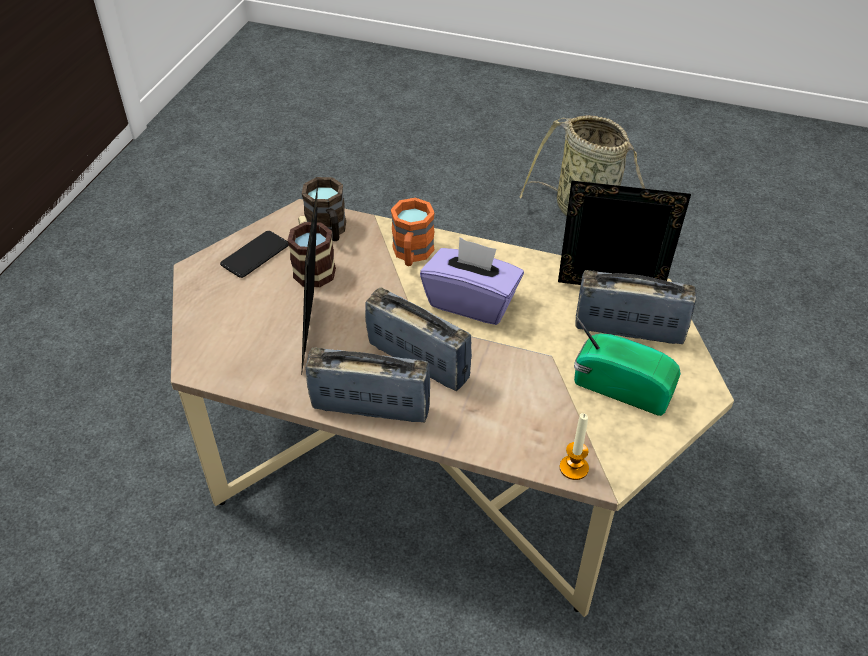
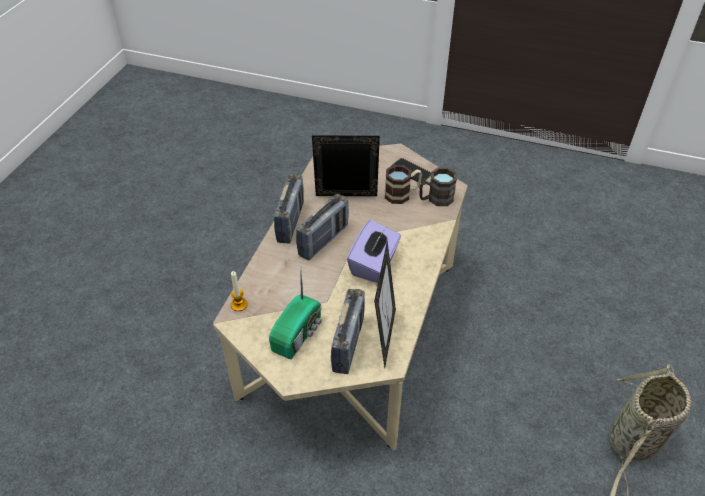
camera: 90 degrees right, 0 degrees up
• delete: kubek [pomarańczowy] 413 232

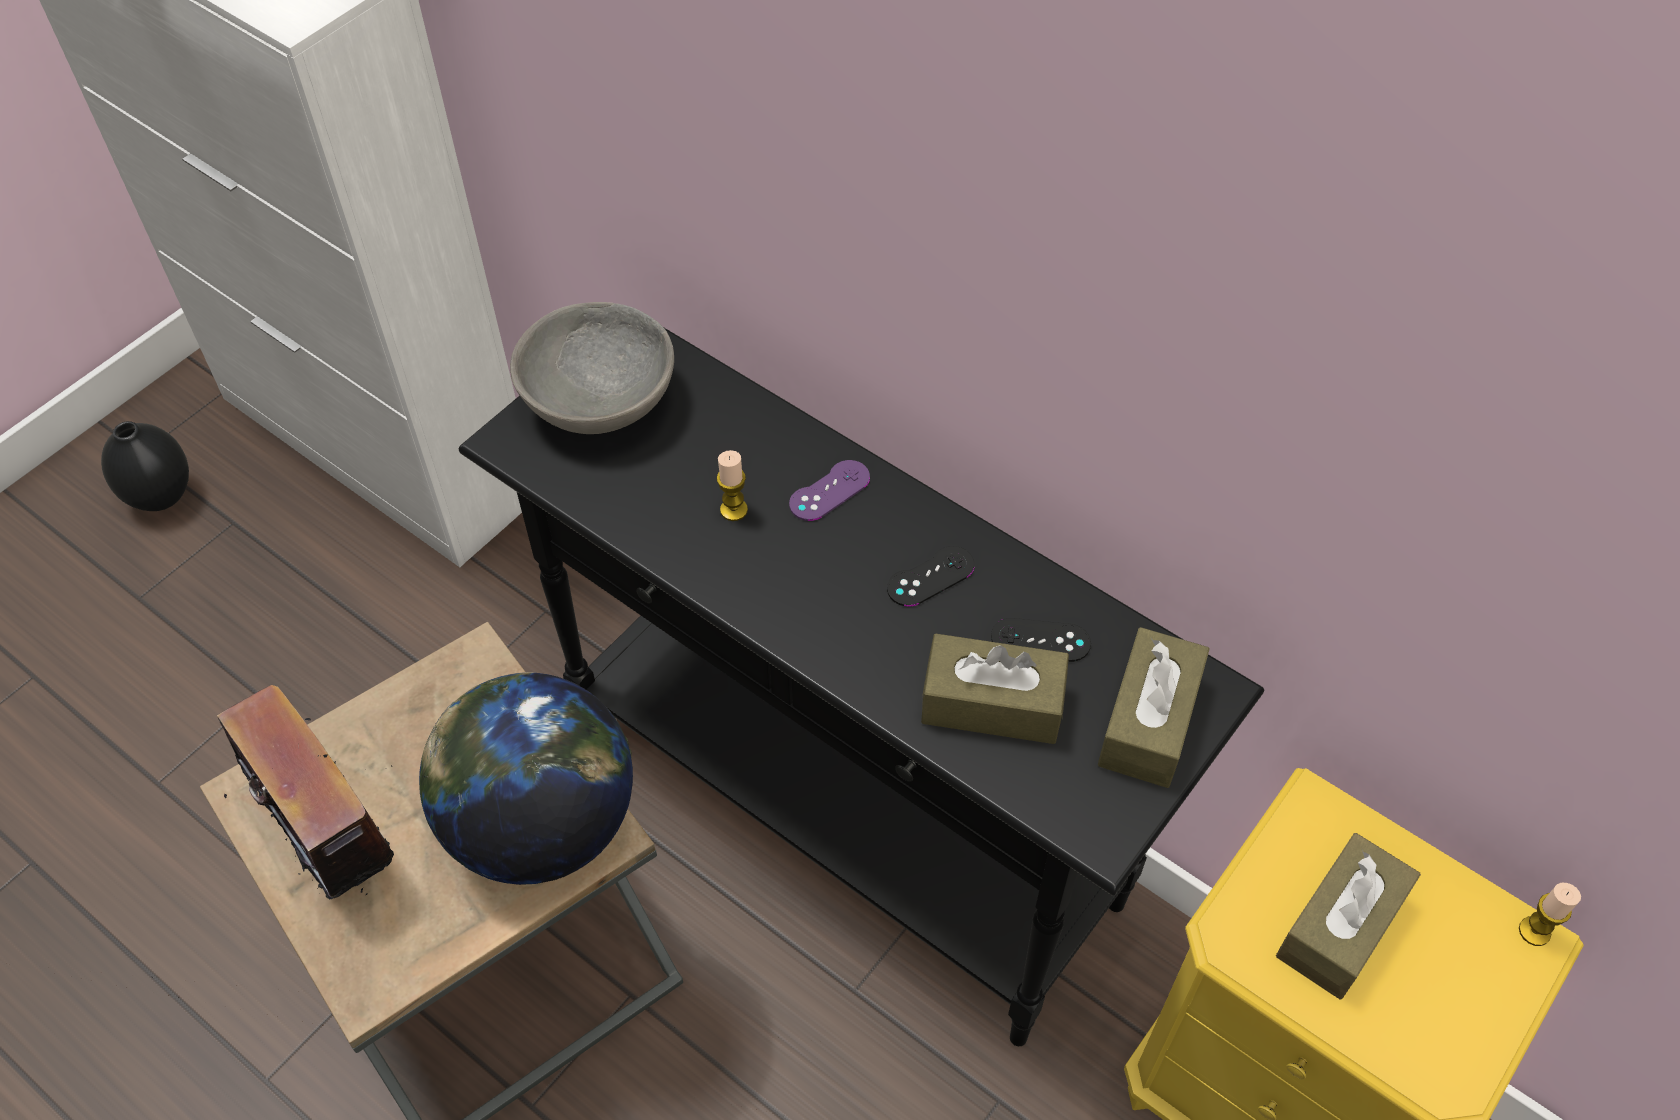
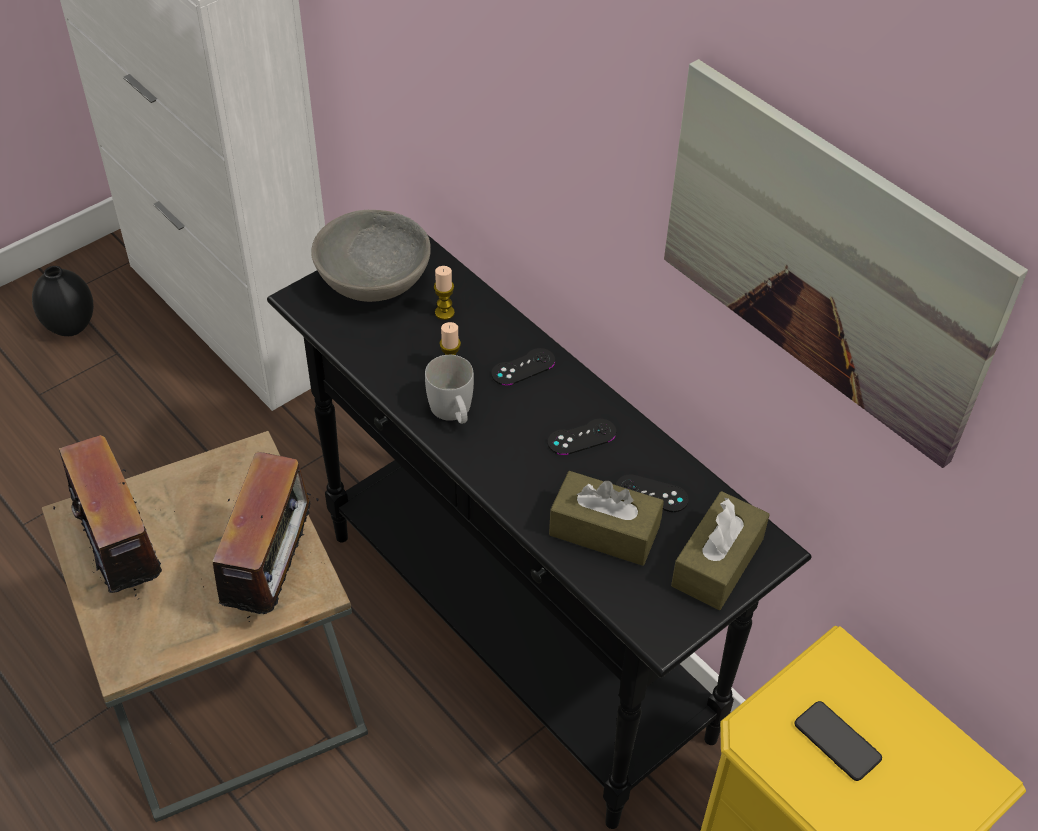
camera: 10 degrees right, 5 degrees down
• recolor: pad do gier [fioletowy] 829 490 to pad do gier [czarny] 523 367
• replace: globus 526 778 to radio 261 537
• replace: pudełko chusteczek [brązowy] 1348 916 to telefon 838 741
• move: świeca 1550 914 to 444 293
• insert: obraz 846 263
• insert: kubek [biały] 449 389

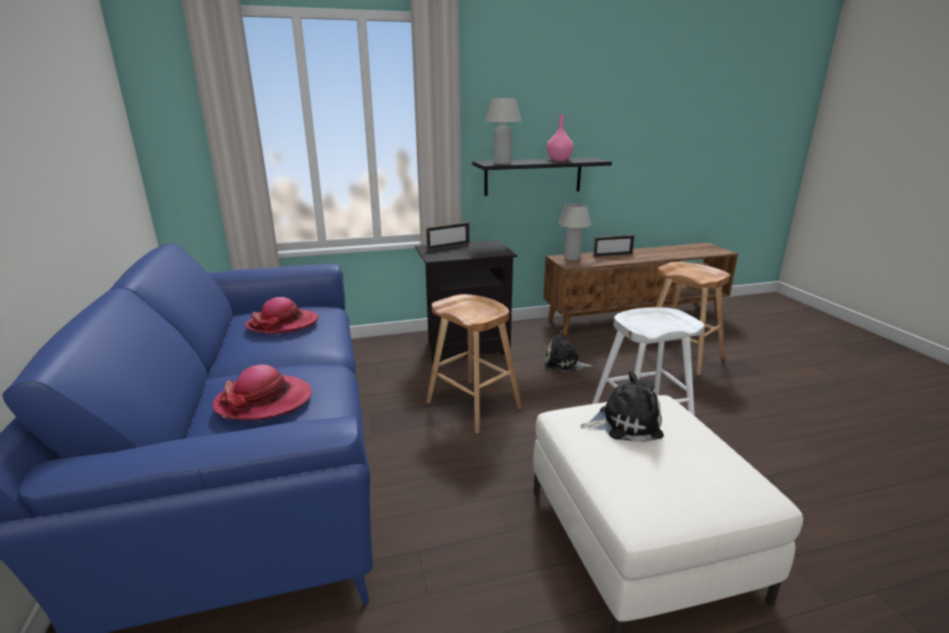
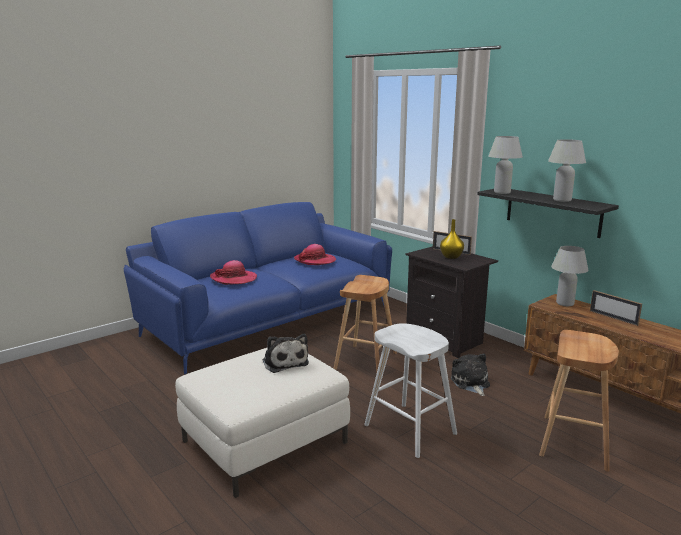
camera: 65 degrees right, 5 degrees down
• replace: wazon [różowy] 560 137 to lampa stołowa [biały] 567 170
• insert: wazon [żółty] 452 239

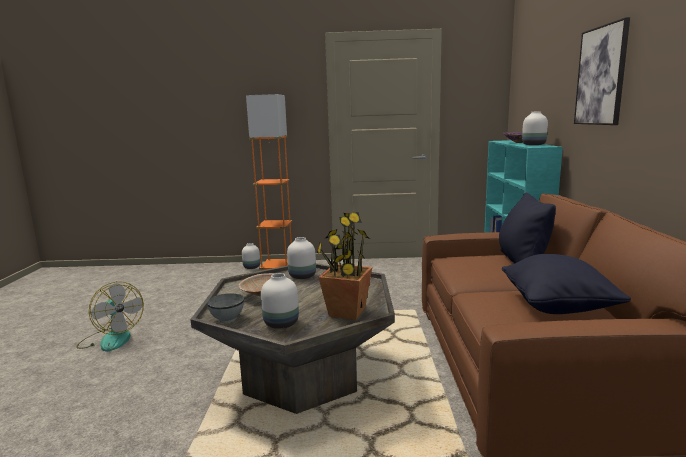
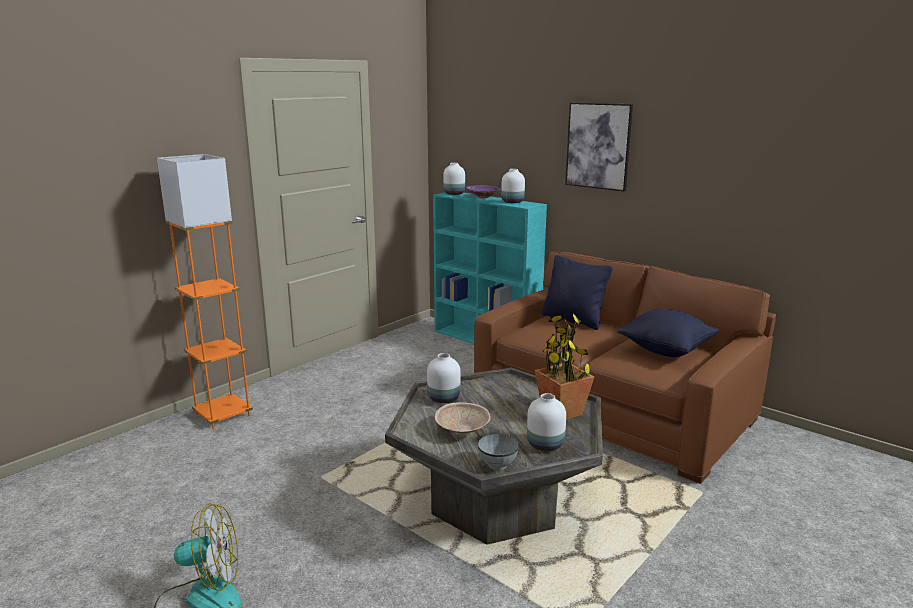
camera: 50 degrees left, 5 degrees up
• move: wazon [biały] 251 256 to 454 179

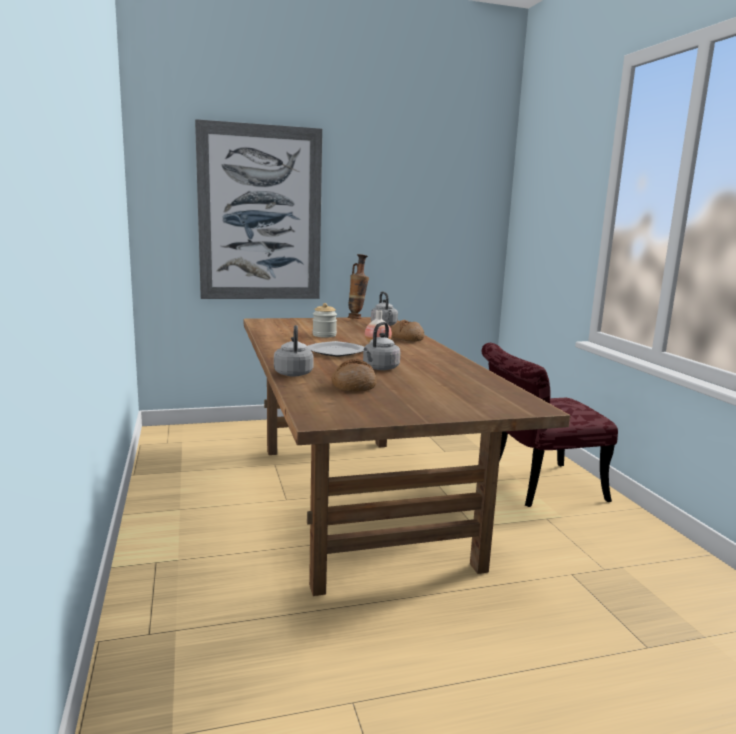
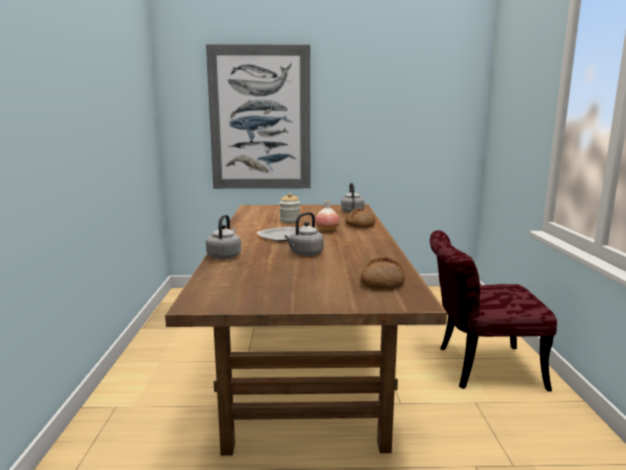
camera: 15 degrees right, 0 degrees up
• delete: wazon 358 286
• move: chleb 354 375 to 382 273

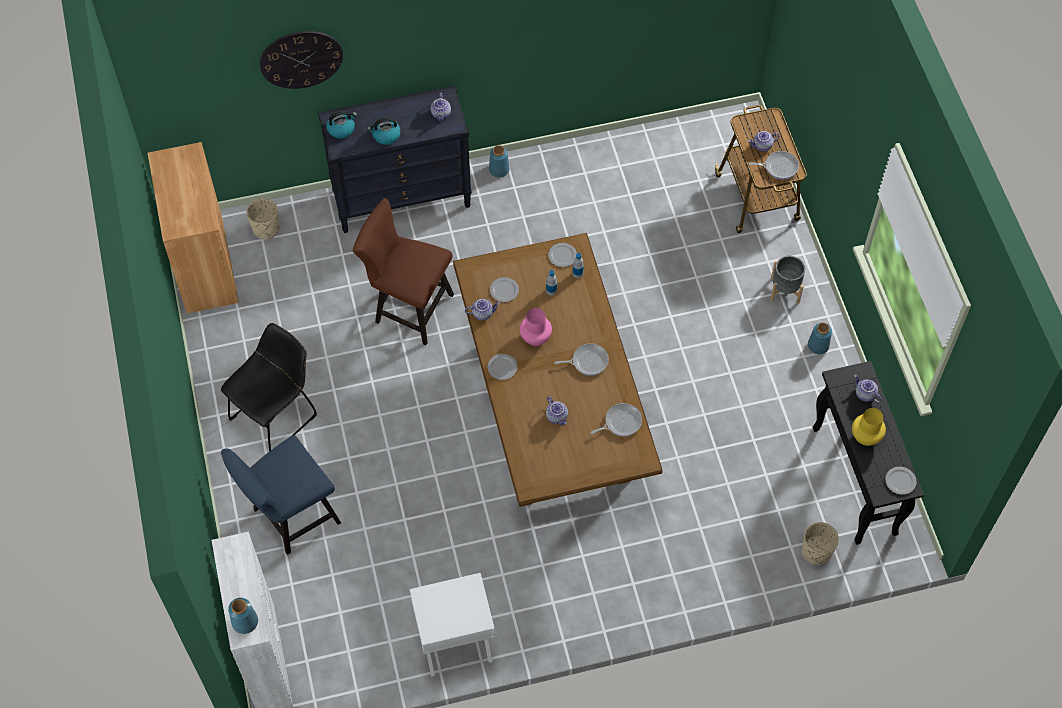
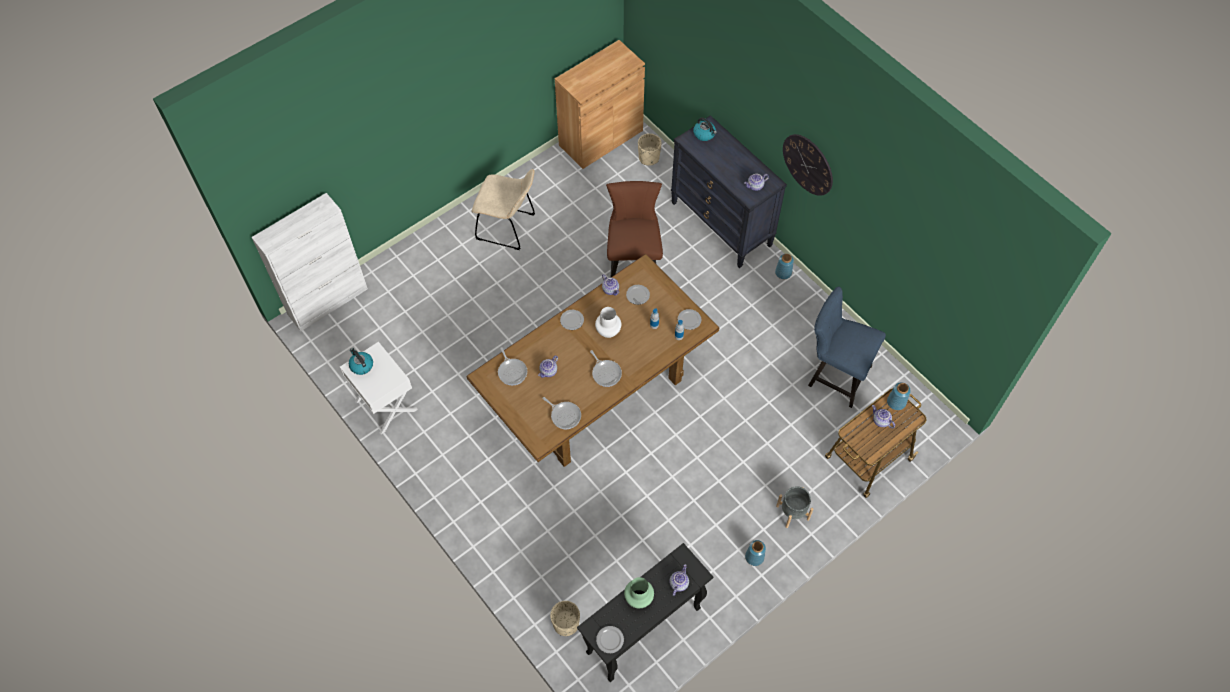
camera: 65 degrees right, 0 degrees up
• move: zegar ścienny 301 60 to 808 165
• move: czajnik 383 131 to 361 361
• move: patelnia 773 165 to 512 366
• recolor: wazon [różowy] 536 327 to wazon [biały] 608 322
• recolor: krzesło [czarny] 269 387 to krzesło [beżowy] 503 209
• recolor: wazon [żółty] 869 427 to wazon [zielony] 639 592
• move: krzesło [niebieski] 281 495 to 847 347
• move: wazon [niebieski] 243 616 to 899 396

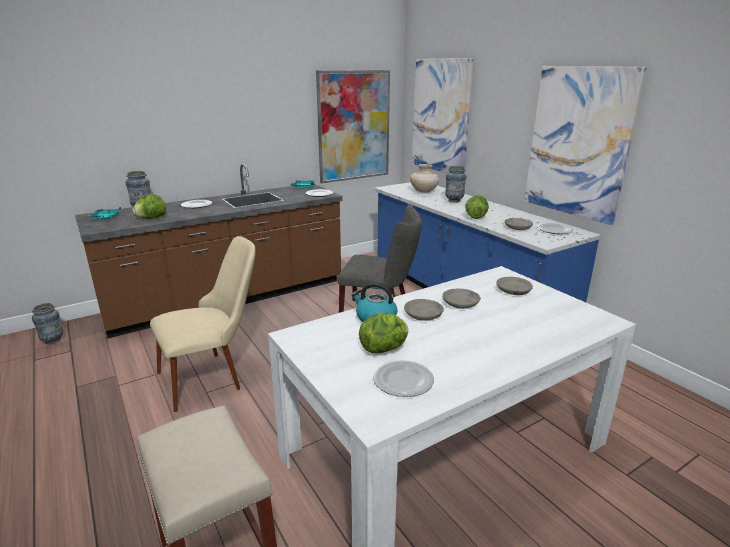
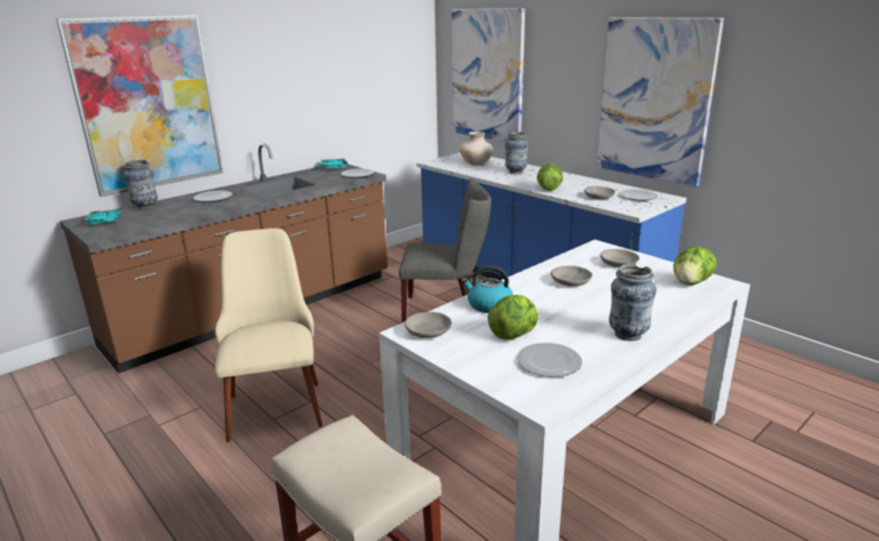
camera: 10 degrees left, 0 degrees up
• move: obraz 353 126 to 139 106
• move: sałata 149 206 to 695 265
• rotate: krzesło [beżowy] 203 324 = 269 335 60 degrees counterclockwise
• move: miska [szary] 424 310 to 428 325
• move: wazon 47 323 to 632 302

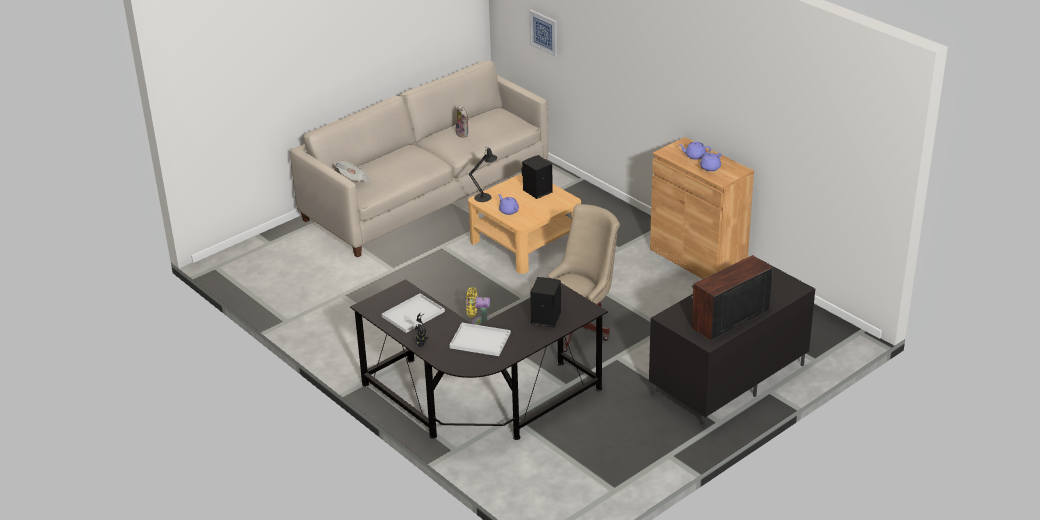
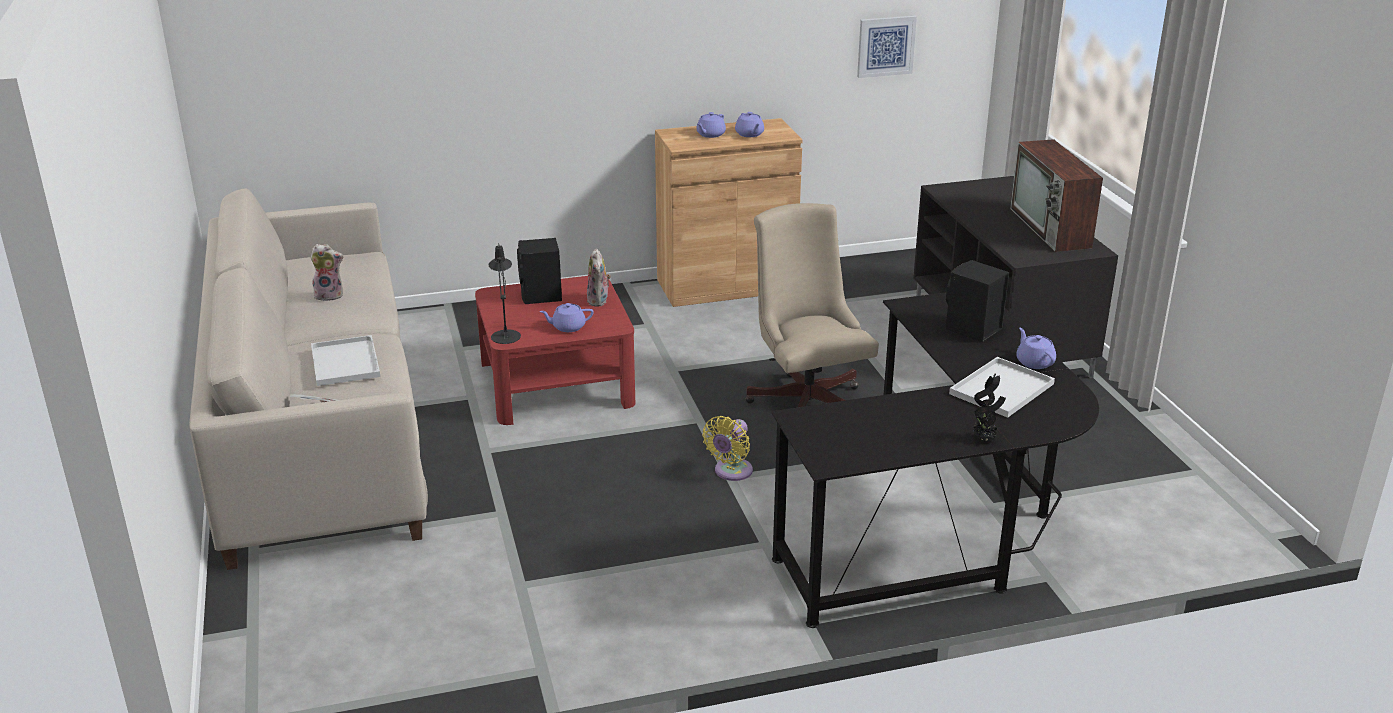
camera: 65 degrees left, 5 degrees down
• move: obraz 543 33 to 887 47
• recolor: ława [beżowy] 524 223 to ława [czerwony] 555 350
• move: taca [biały] 413 313 to 345 360
• insert: pluszak 599 278
• insert: imbryk [fioletowy] 1036 348

